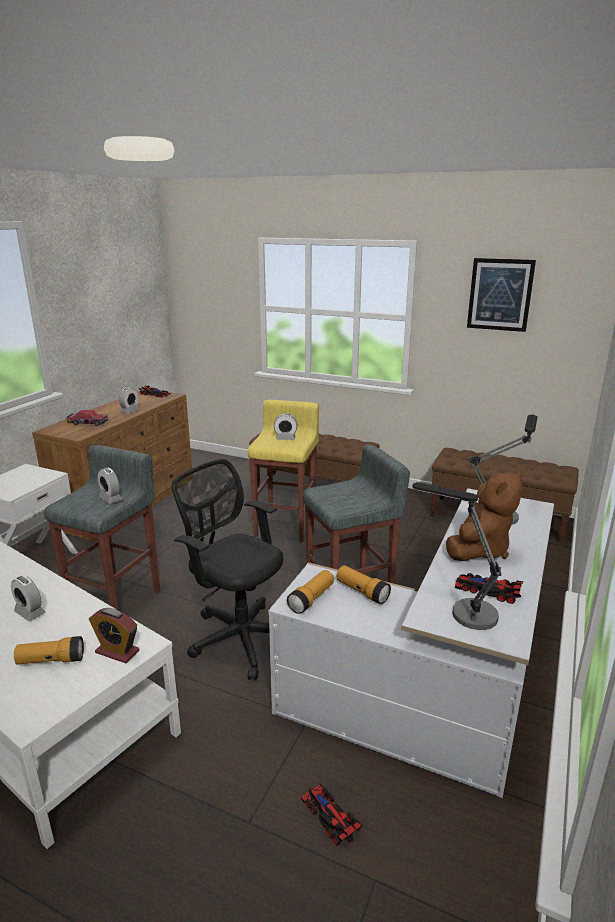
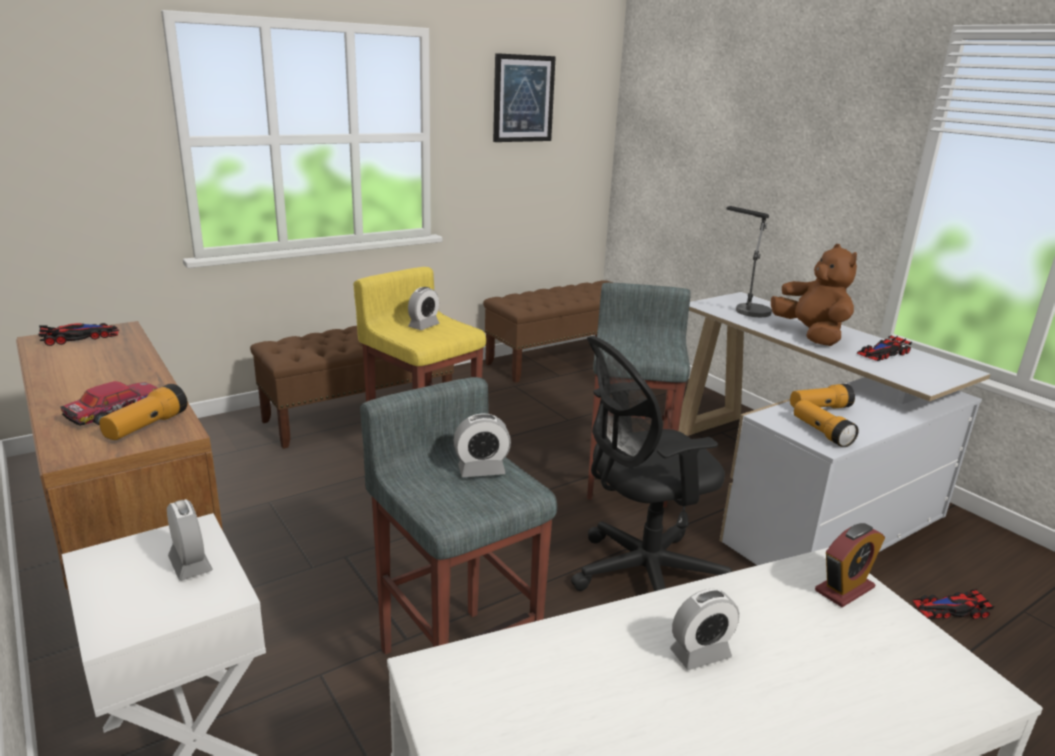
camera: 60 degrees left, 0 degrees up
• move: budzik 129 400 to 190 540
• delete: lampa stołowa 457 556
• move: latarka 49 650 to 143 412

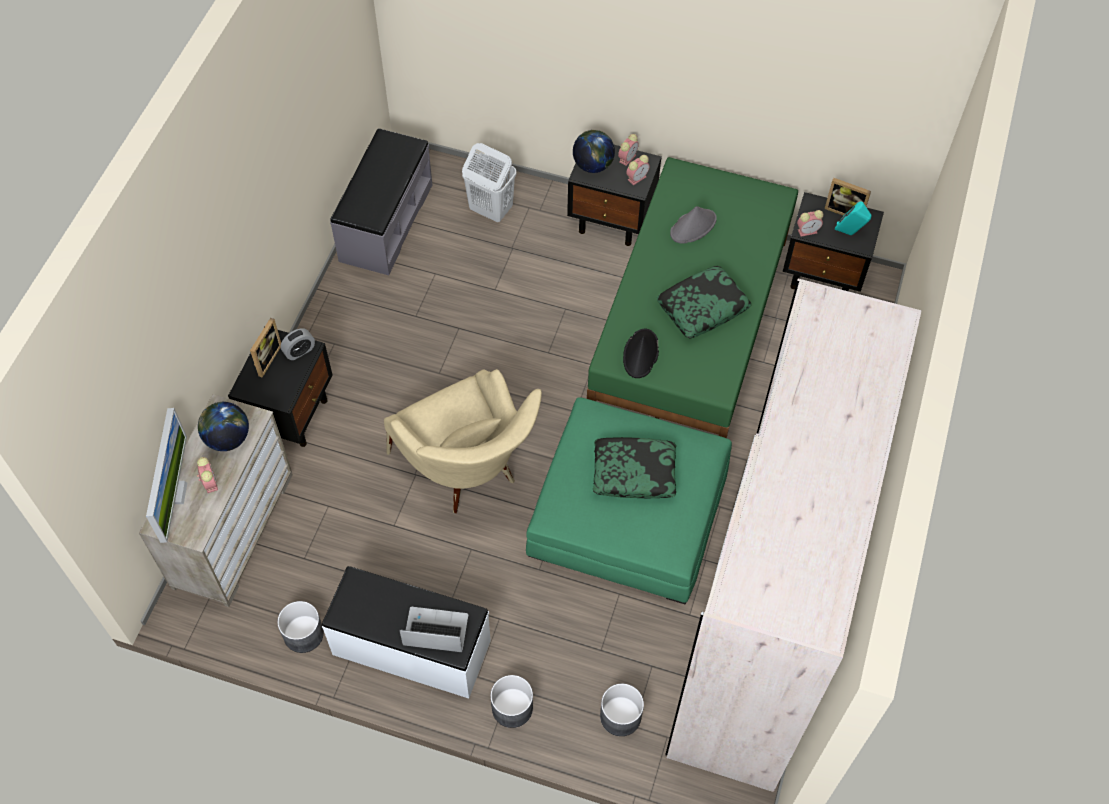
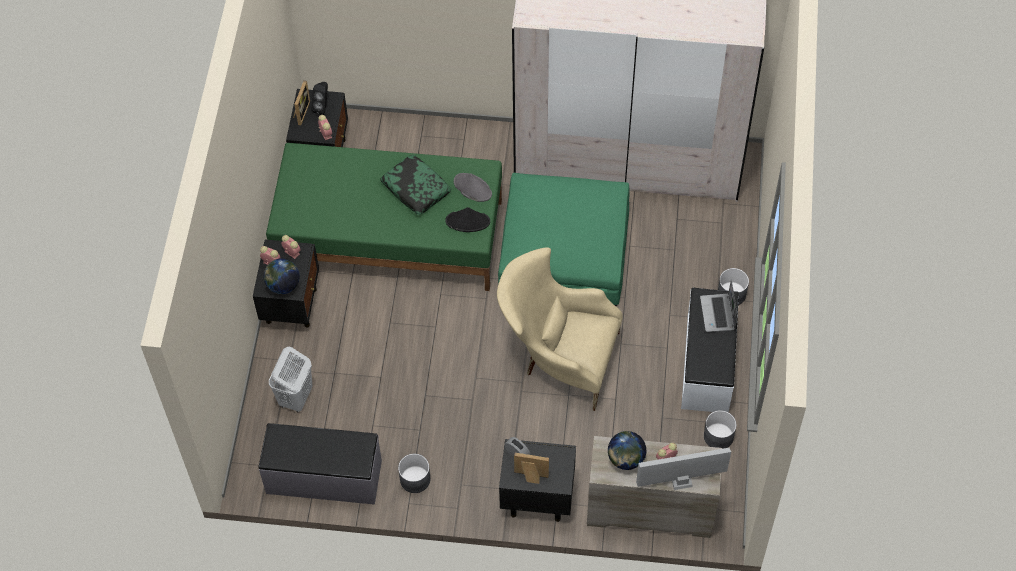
camera: 100 degrees left, 0 degrees up
• recolor: głośnik [turkusowy] 853 218 to głośnik [czarny] 319 98
• move: kapelusz [szary] 693 225 to 473 187
• rotate: fotel [beżowy] 463 441 = 560 329 120 degrees counterclockwise
• delete: poduszka 634 467
• move: donica [szary] 622 709 to 414 473

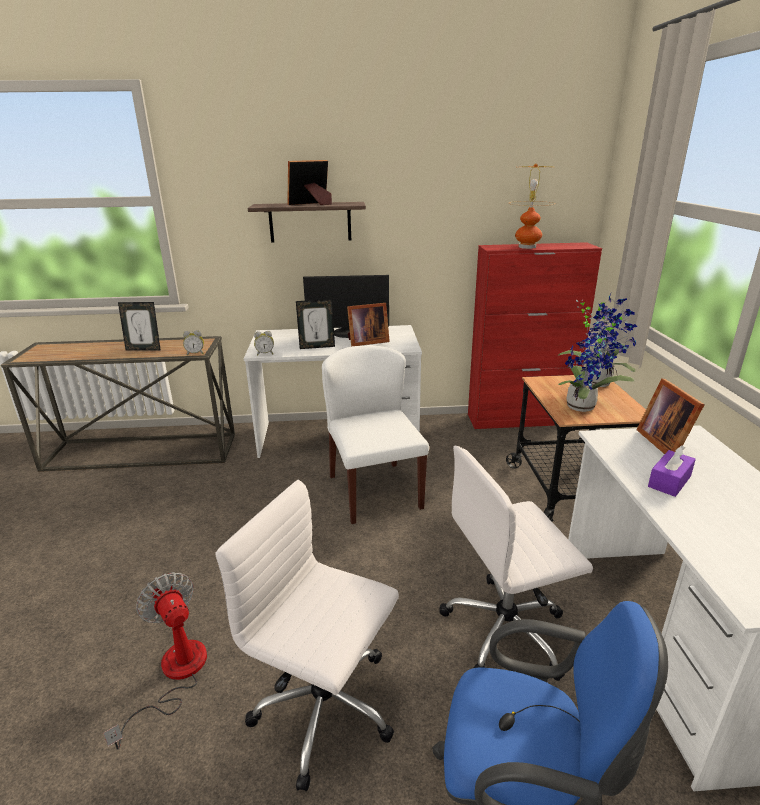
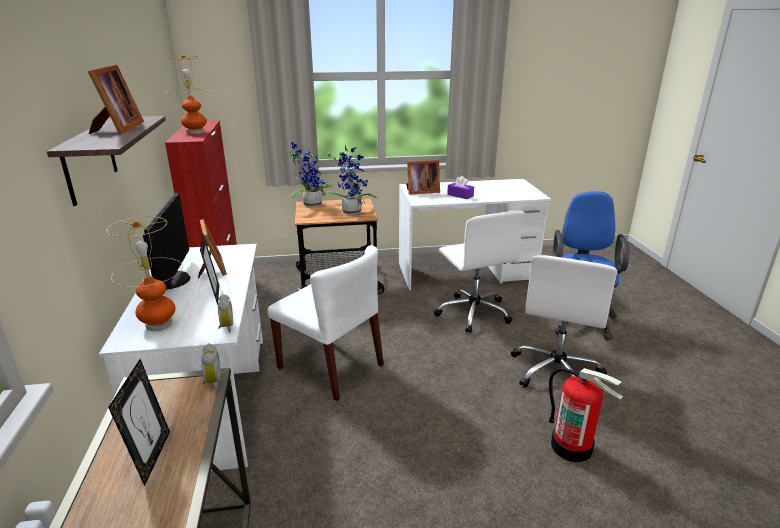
camera: 95 degrees left, 0 degrees up
• rotate: ramka na zdjęcie 309 182 = 116 99 150 degrees counterclockwise
• rotate: krzesło [biały] 375 434 = 325 323 120 degrees counterclockwise
• replace: wentylator 155 660 to gaśnica 586 415
• insert: lampa stołowa 145 273

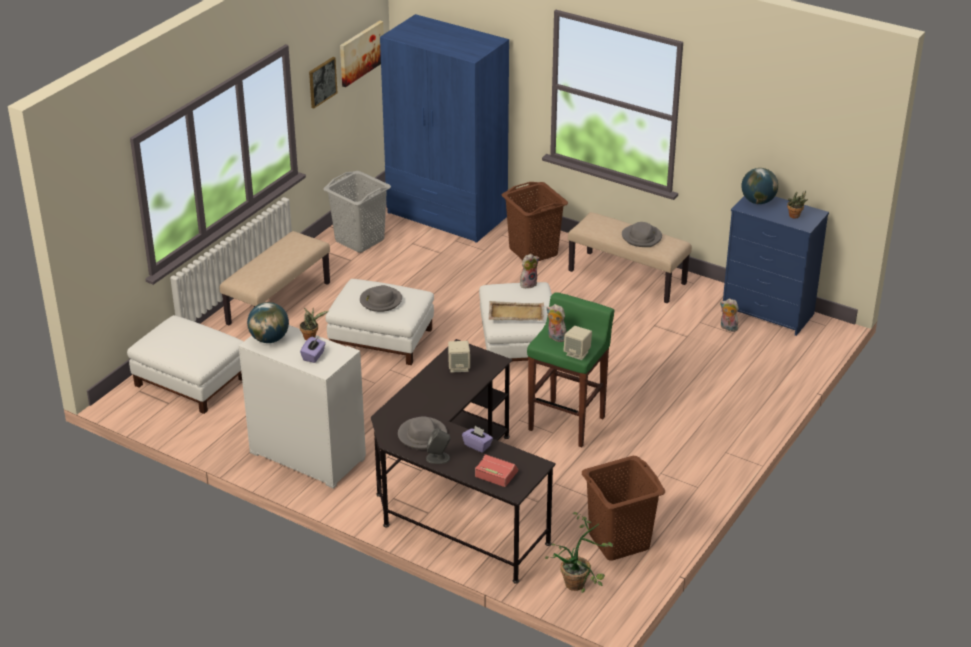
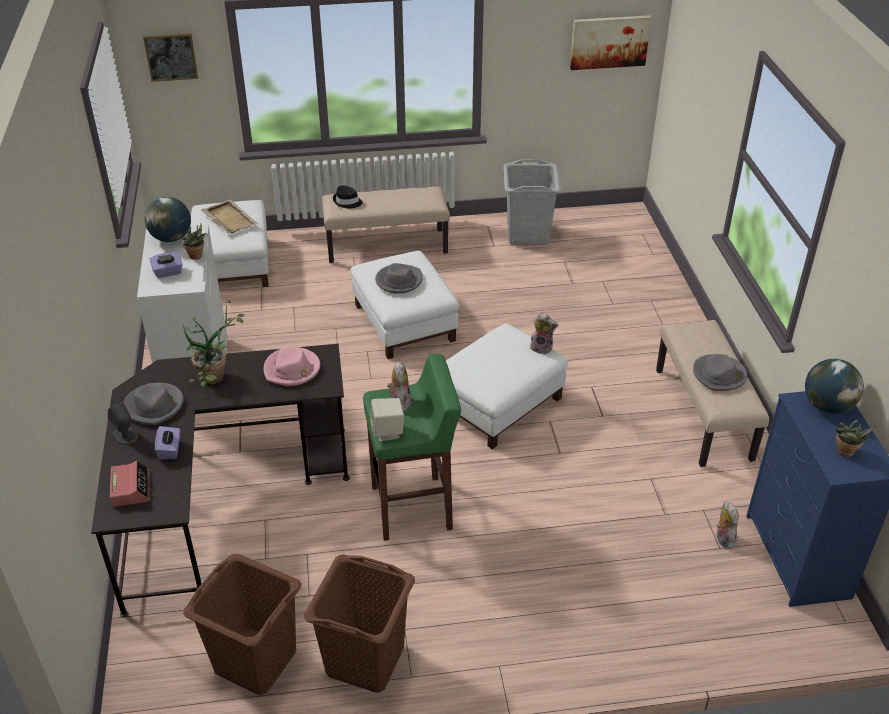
camera: 50 degrees right, 5 degrees up
• delete: szafa [niebieski] 444 128
• move: obraz 323 83 to 170 58
• move: kosz na pranie [brązowy] 534 221 to 359 623
• move: taca [beżowy] 516 311 to 229 216
• replace: głośnik [beżowy] 459 357 to kapelusz [różowy] 292 366
• move: roślina doniczkowa 579 552 to 214 343
• insert: kapelusz [czarny] 348 197

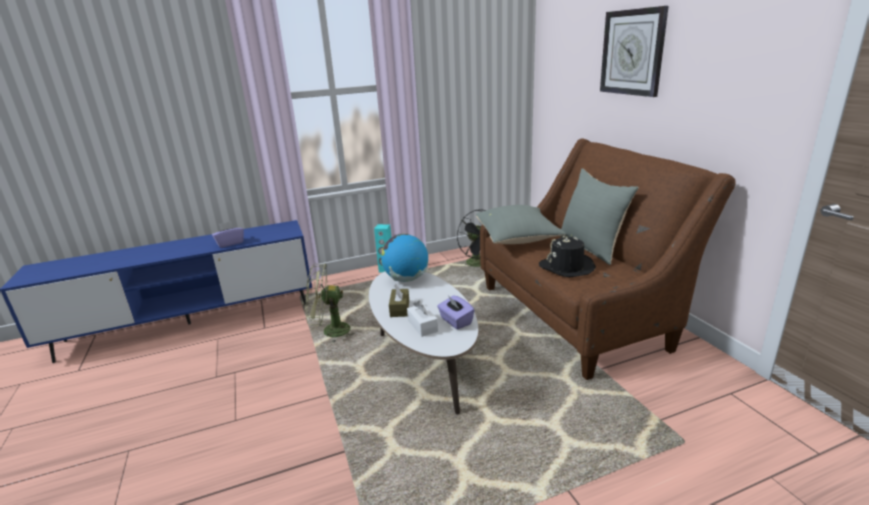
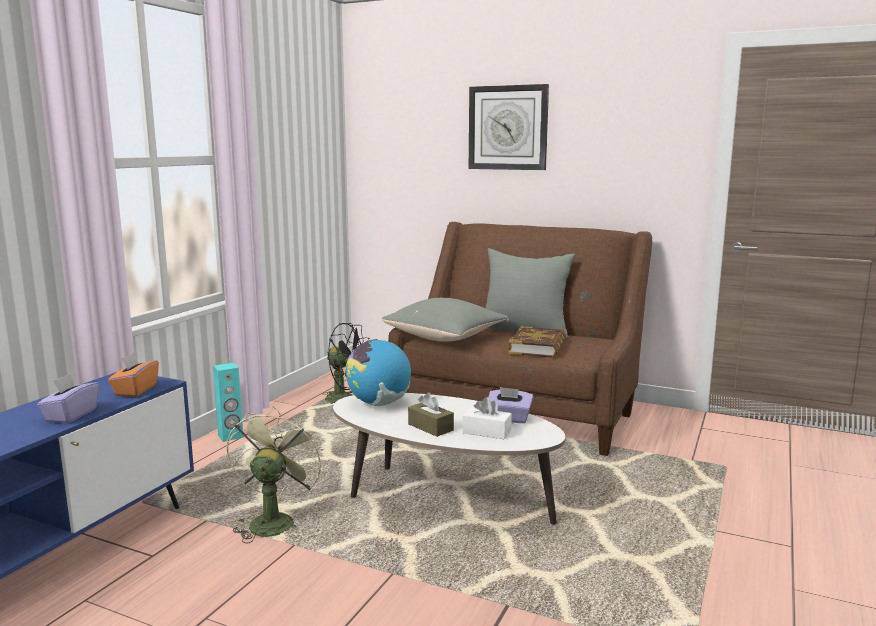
camera: 45 degrees left, 10 degrees down
• replace: kapelusz [czarny] 567 256 to książka 537 342
• rotate: wentylator [zielony] 330 303 = 275 475 150 degrees clockwise
• insert: pudełko chusteczek [pomarańczowy] 133 374

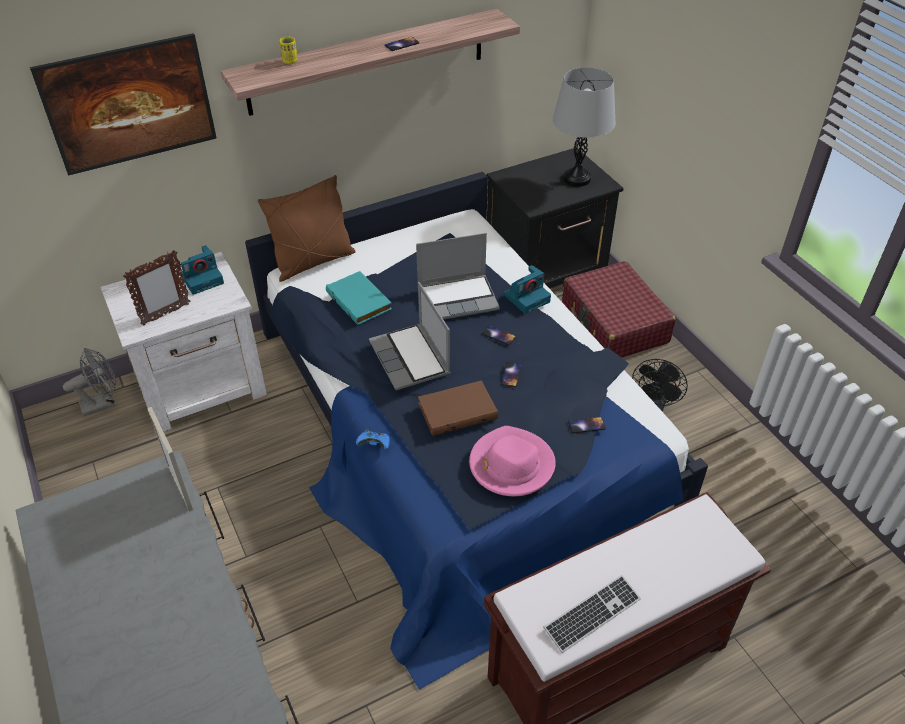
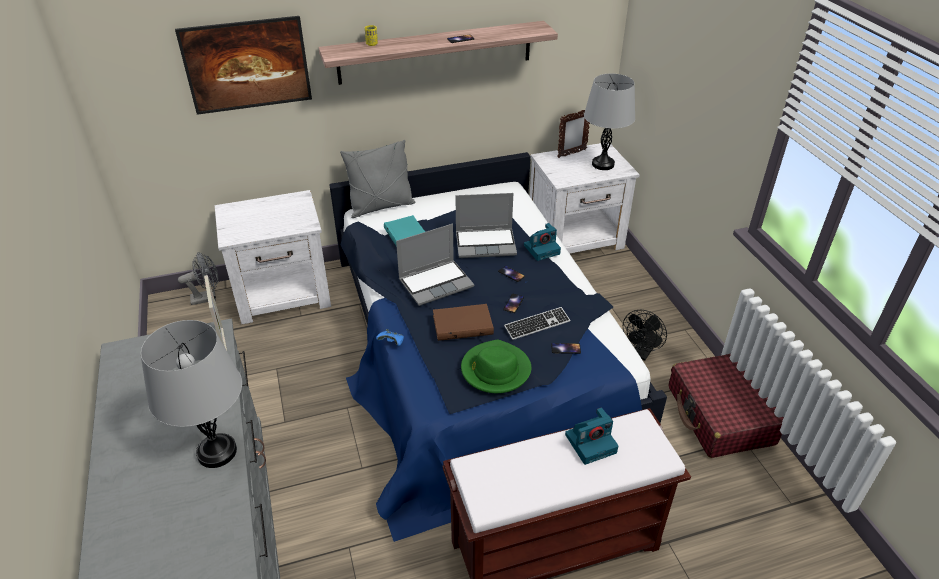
camera: 10 degrees right, 5 degrees down
• recolor: szafka nocna [czarny] 555 218 to szafka nocna [biały] 585 198
• recolor: poduszka [brązowy] 307 228 to poduszka [szary] 377 179
• move: aparat fotograficzny 202 270 to 591 436
• move: ramka na zdjęcie 157 287 to 573 134
• move: walizka [czerwony] 619 309 to 726 406
• rotate: laptop 409 336 = 435 265 105 degrees counterclockwise
• recolor: kapelusz [różowy] 512 461 to kapelusz [zielony] 496 366
• move: klawiatura 592 614 to 537 323
• insert: lampa stołowa [szary] 191 394

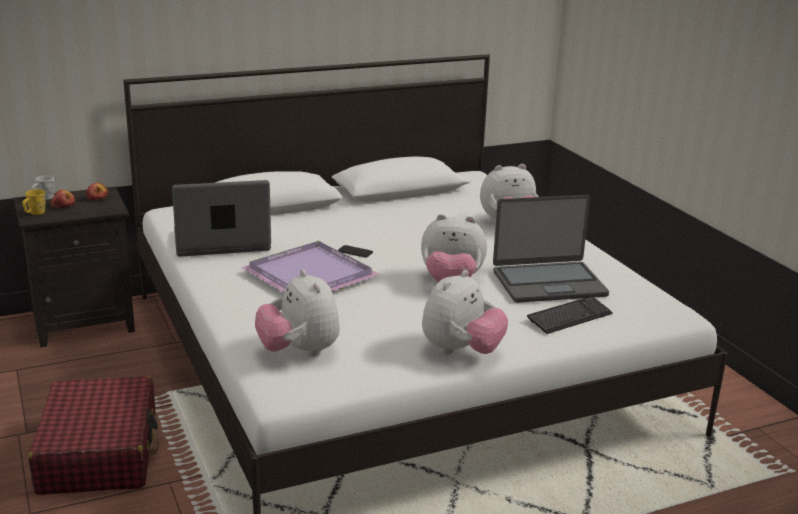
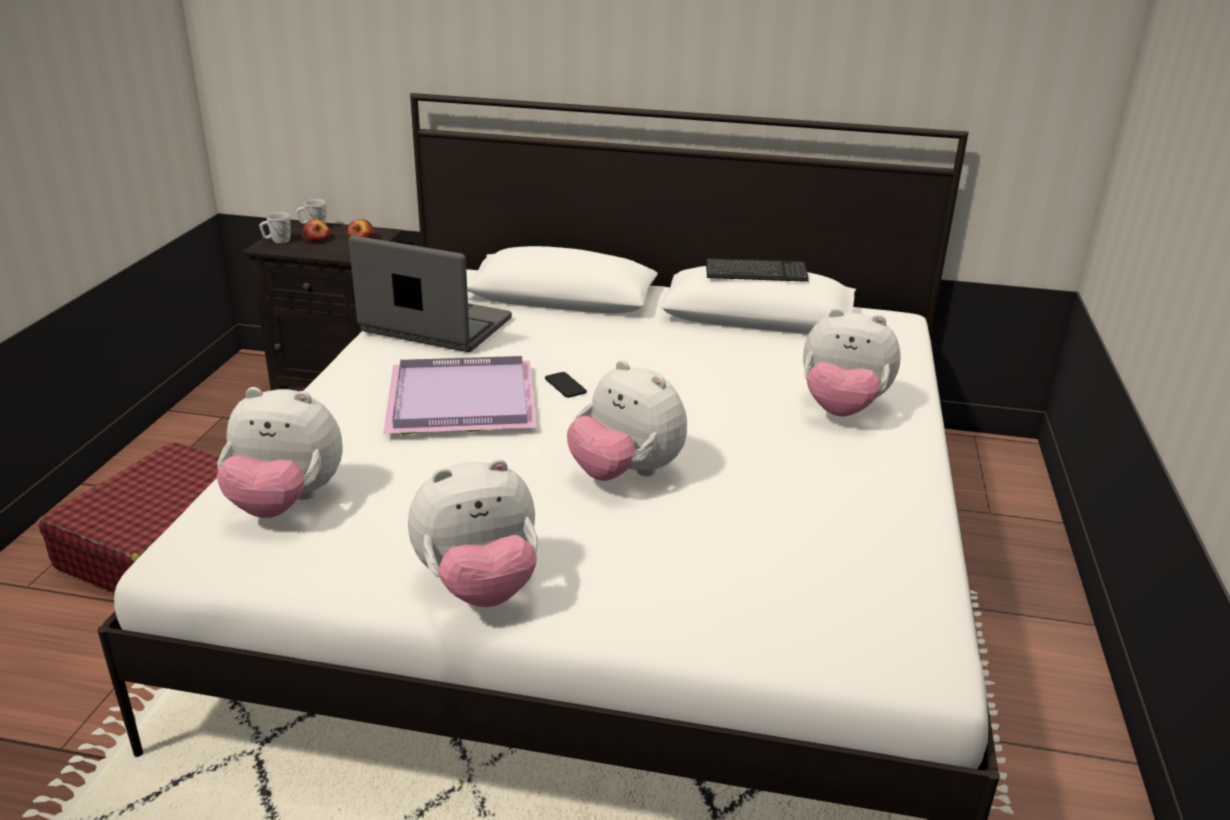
camera: 35 degrees right, 5 degrees up
• recolor: kubek [żółty] 33 202 to kubek [biały] 275 228
• delete: laptop 551 249
• rotate: pluszak 297 313 = 279 452 90 degrees counterclockwise
• move: klawiatura 570 315 to 757 270

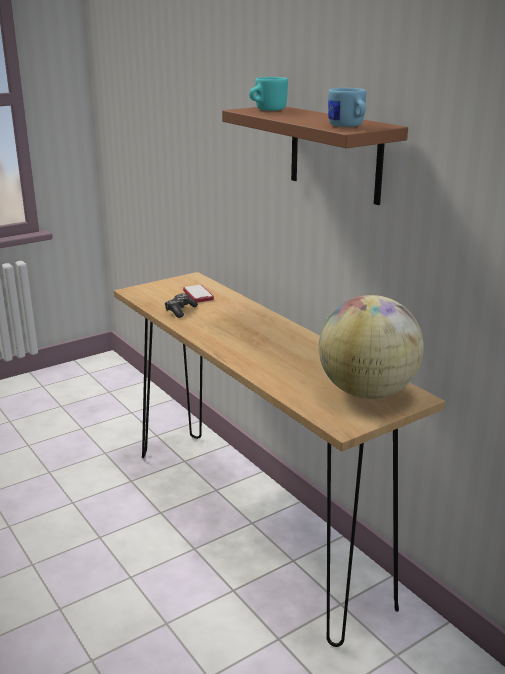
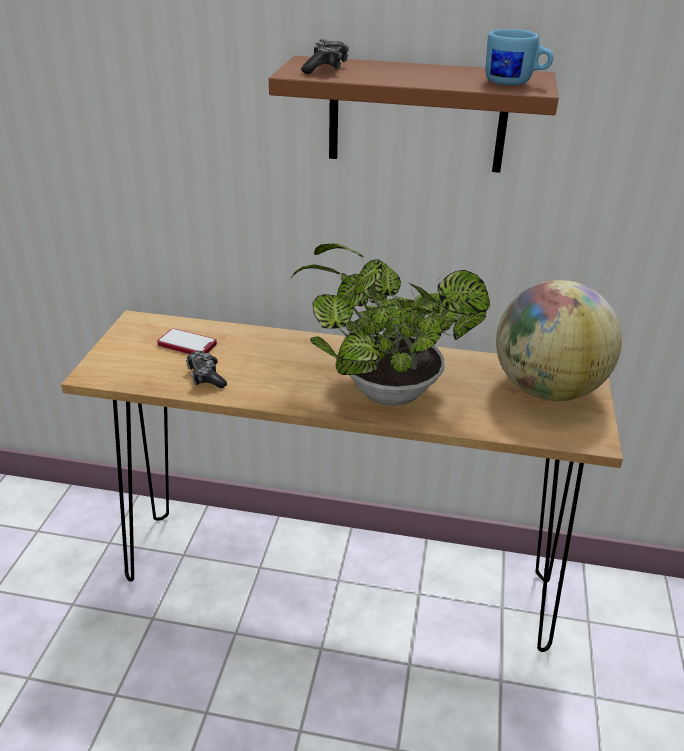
camera: 45 degrees left, 10 degrees up
• replace: kubek [turkusowy] 268 94 to pad do gier 325 56
• insert: roślina doniczkowa 390 324

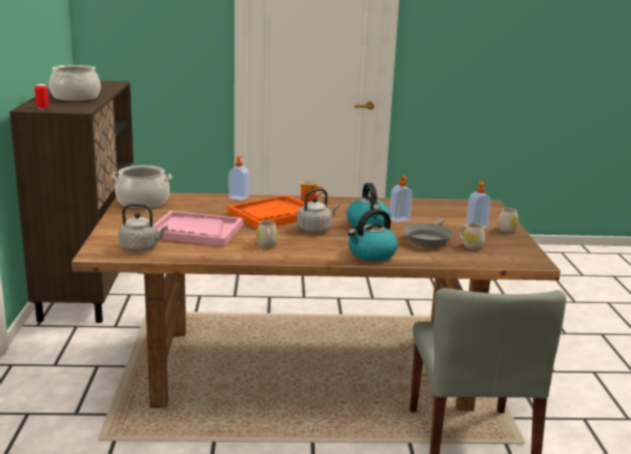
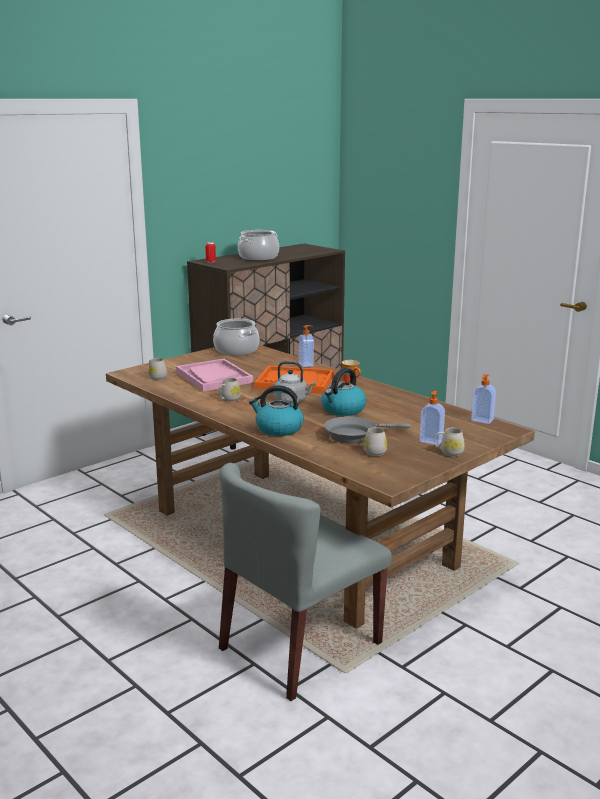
camera: 50 degrees right, 0 degrees up
• move: dozownik mydła 401 199 to 483 399
• replace: czajnik [szary] 143 227 to kubek [biały] 157 369

